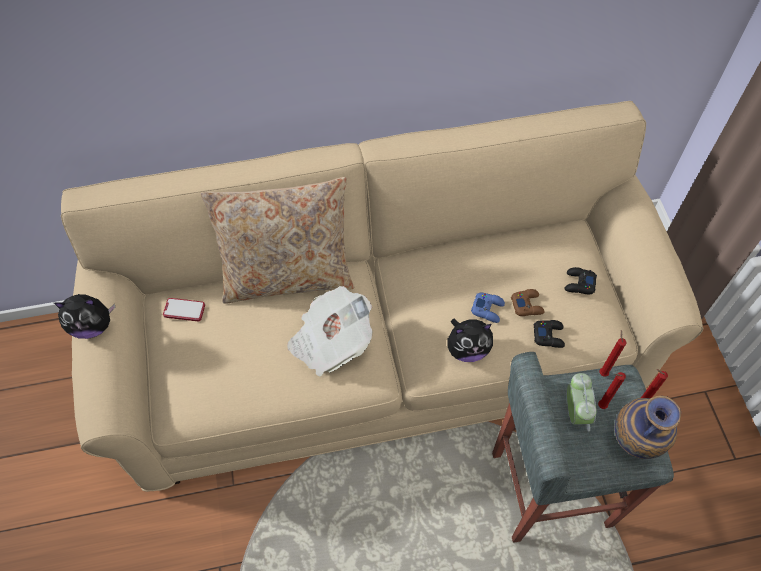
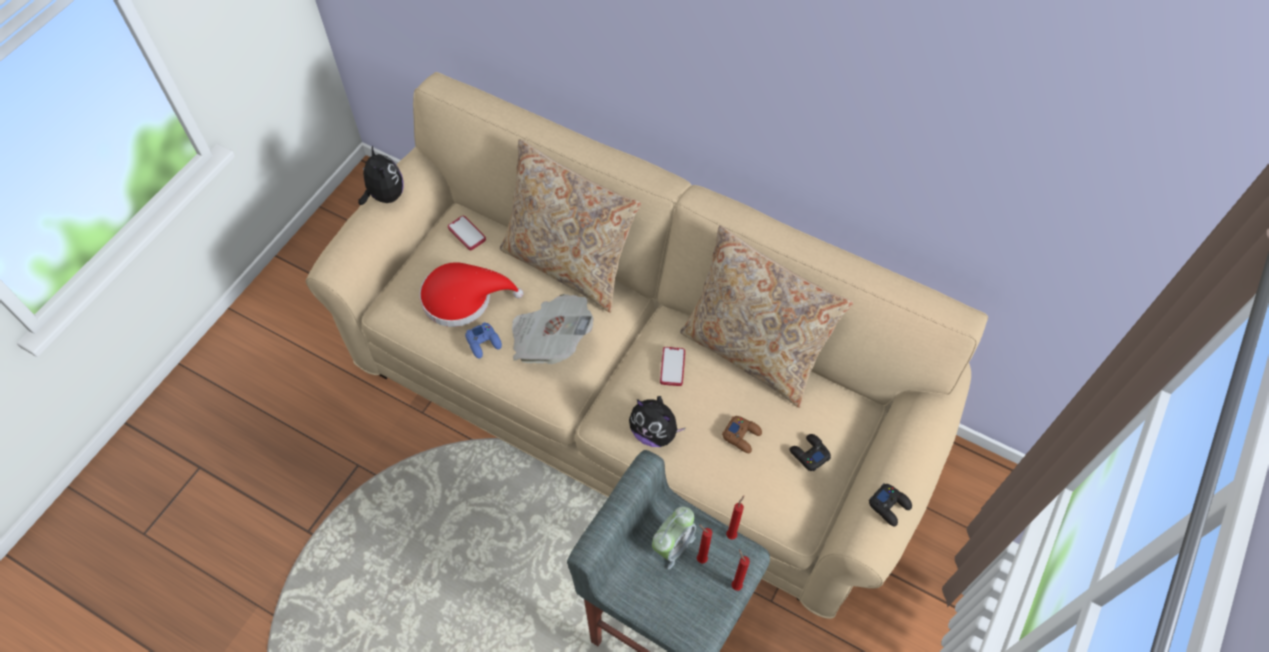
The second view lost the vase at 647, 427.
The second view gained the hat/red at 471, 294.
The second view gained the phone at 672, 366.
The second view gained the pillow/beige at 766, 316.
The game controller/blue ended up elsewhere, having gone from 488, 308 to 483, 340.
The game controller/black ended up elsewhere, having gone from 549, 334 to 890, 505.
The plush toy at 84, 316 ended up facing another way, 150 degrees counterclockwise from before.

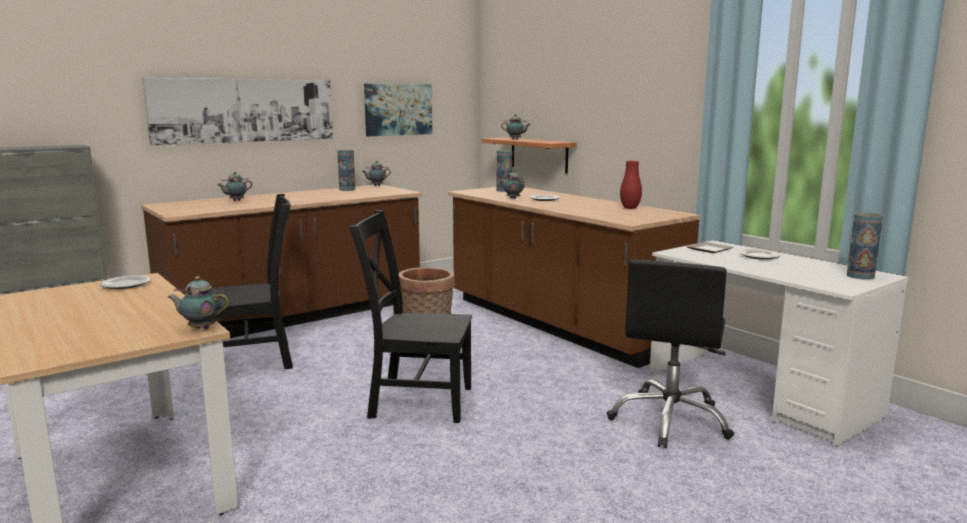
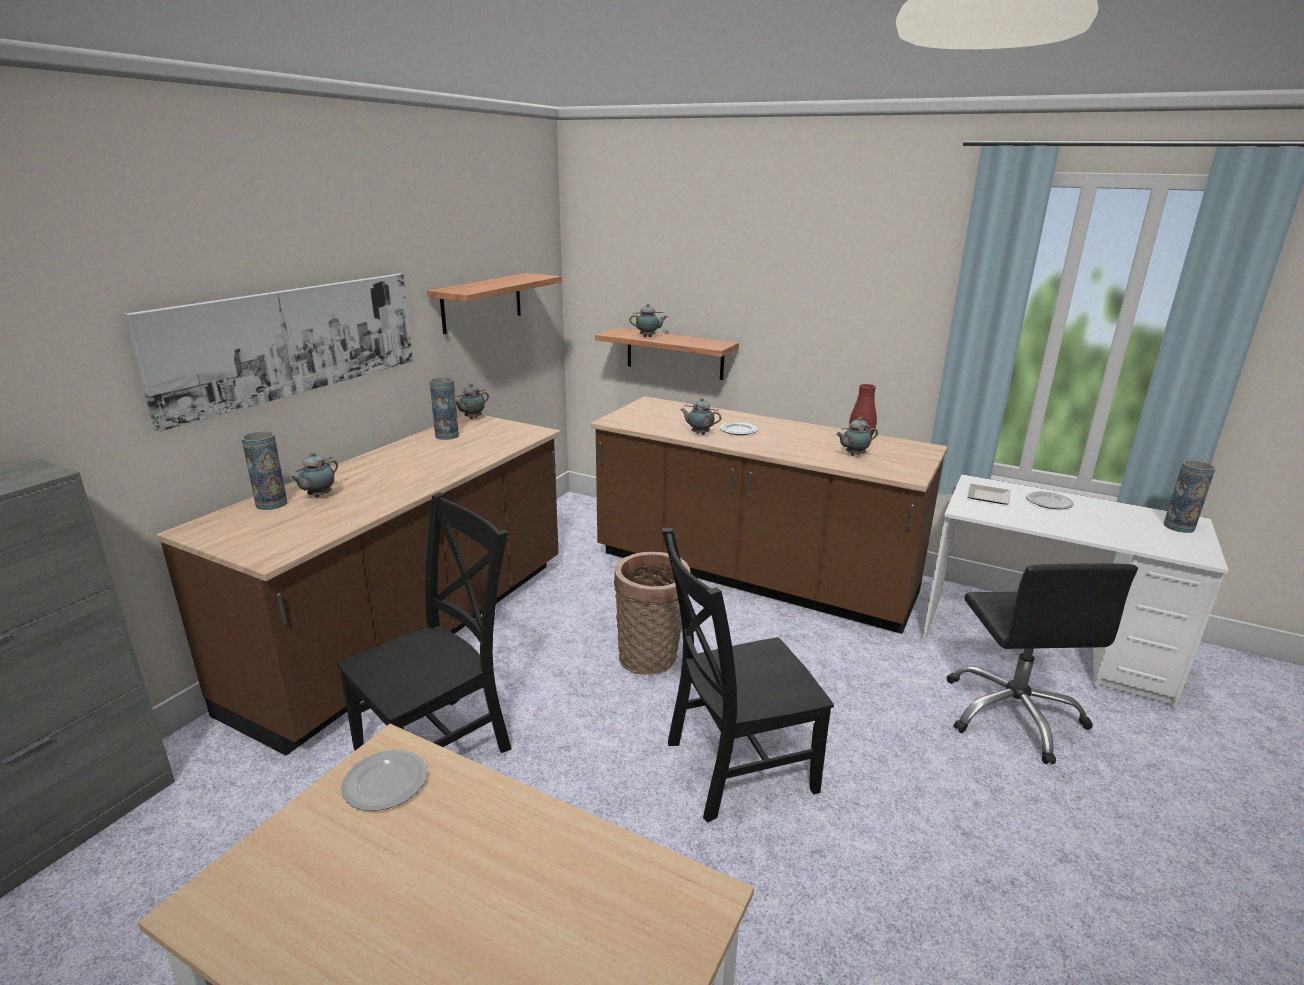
The teapot ended up elsewhere, having gone from 198, 302 to 857, 436.
The vase ended up elsewhere, having gone from 505, 171 to 264, 470.
Where the picture hung at 398, 110, the shelf came to hang at 494, 303.

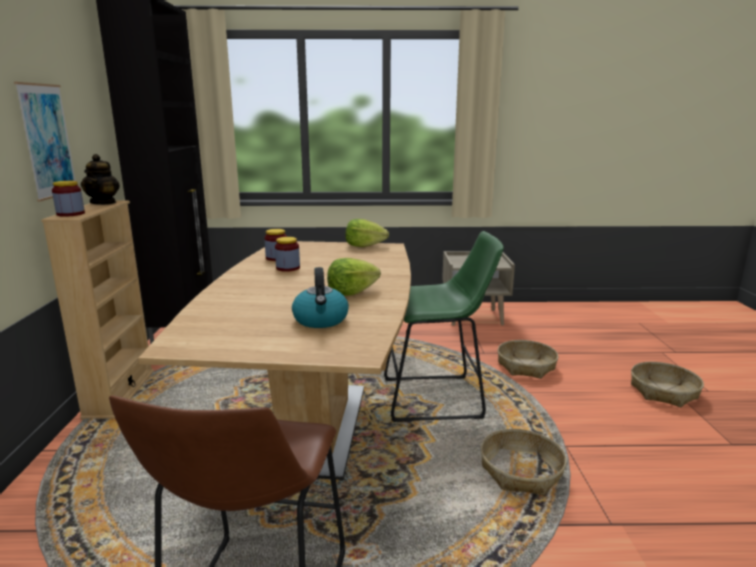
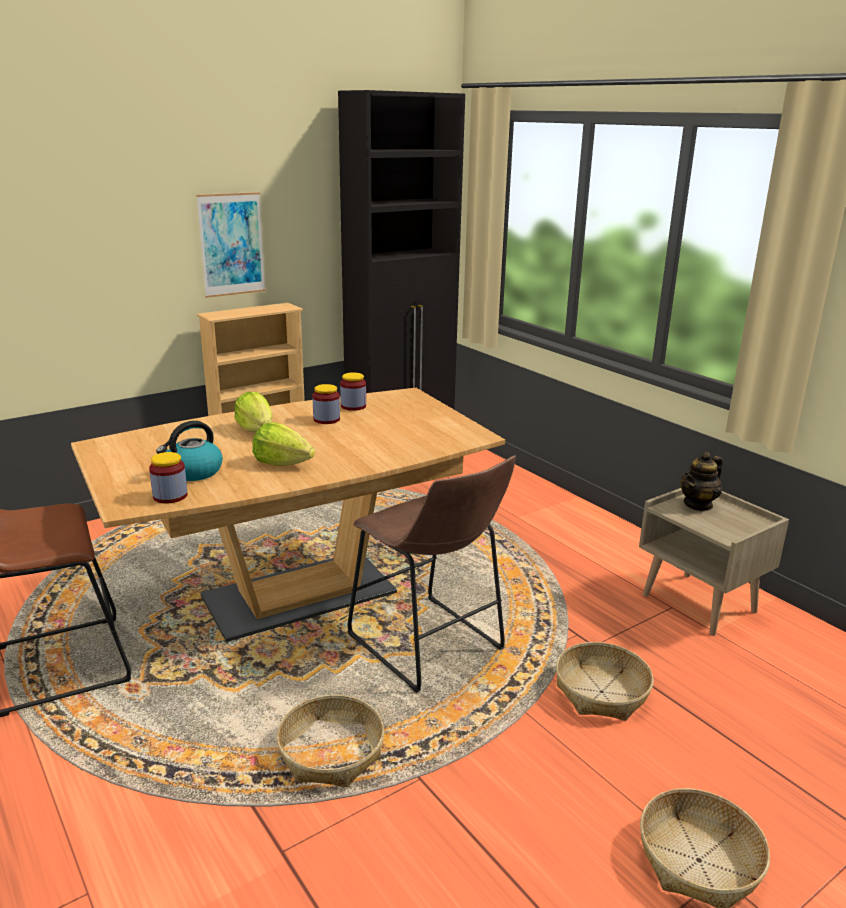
The jar ended up elsewhere, having gone from 68, 199 to 168, 477.
The teapot ended up elsewhere, having gone from 100, 179 to 701, 481.
The lettuce ended up elsewhere, having gone from 367, 233 to 253, 412.
What was the stool/green at 444, 326 turned into the stool/brown at 432, 574.

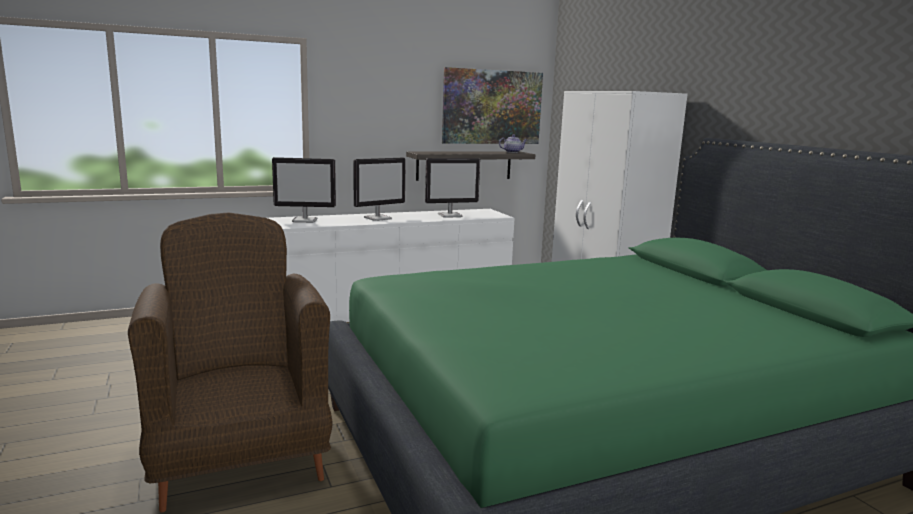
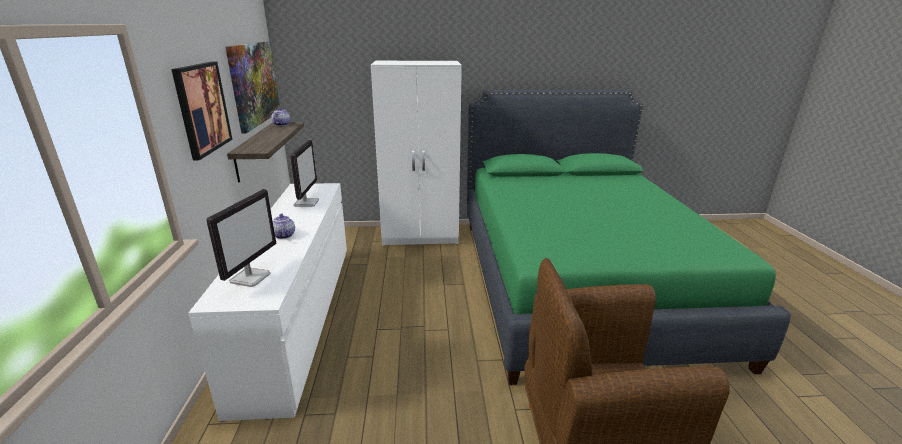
The second view gained the picture at 201, 111.
Where the monitor stood at 379, 189, the teapot came to stand at 284, 226.

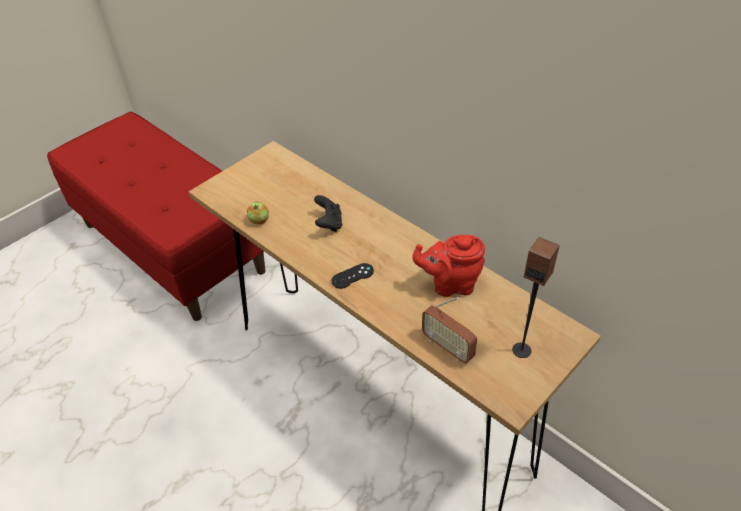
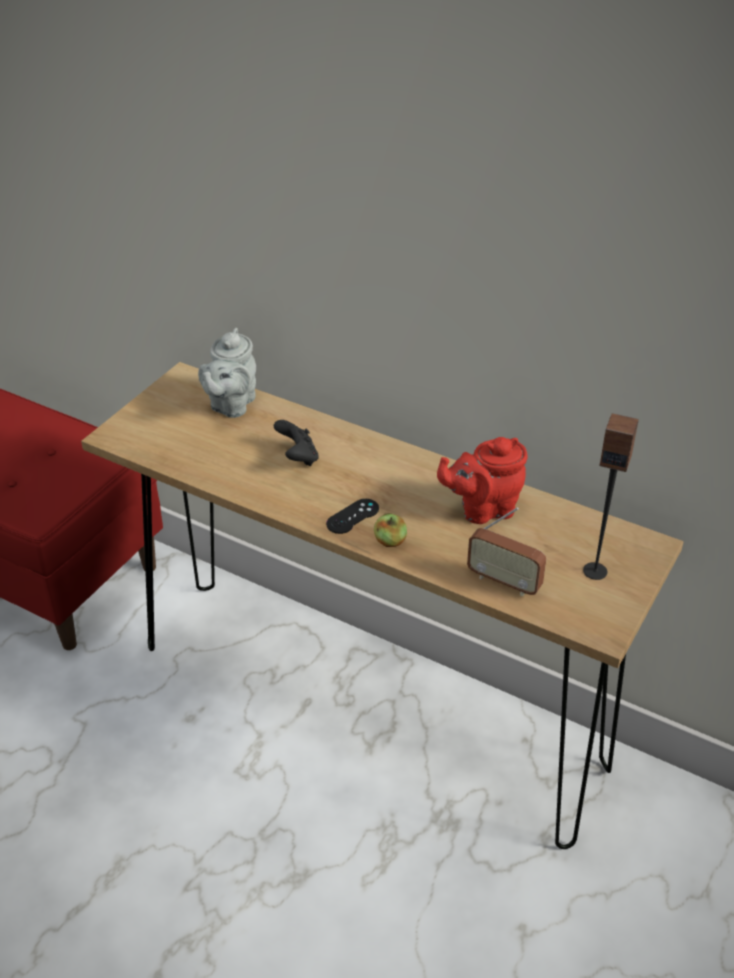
The second view gained the teapot/grey at 227, 373.
The apple ended up elsewhere, having gone from 258, 213 to 390, 530.

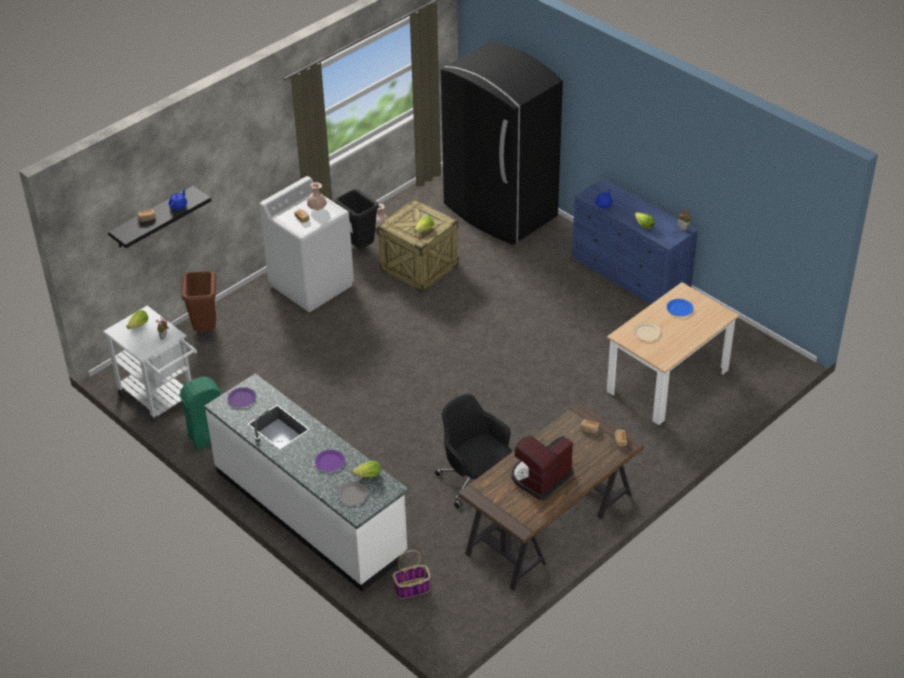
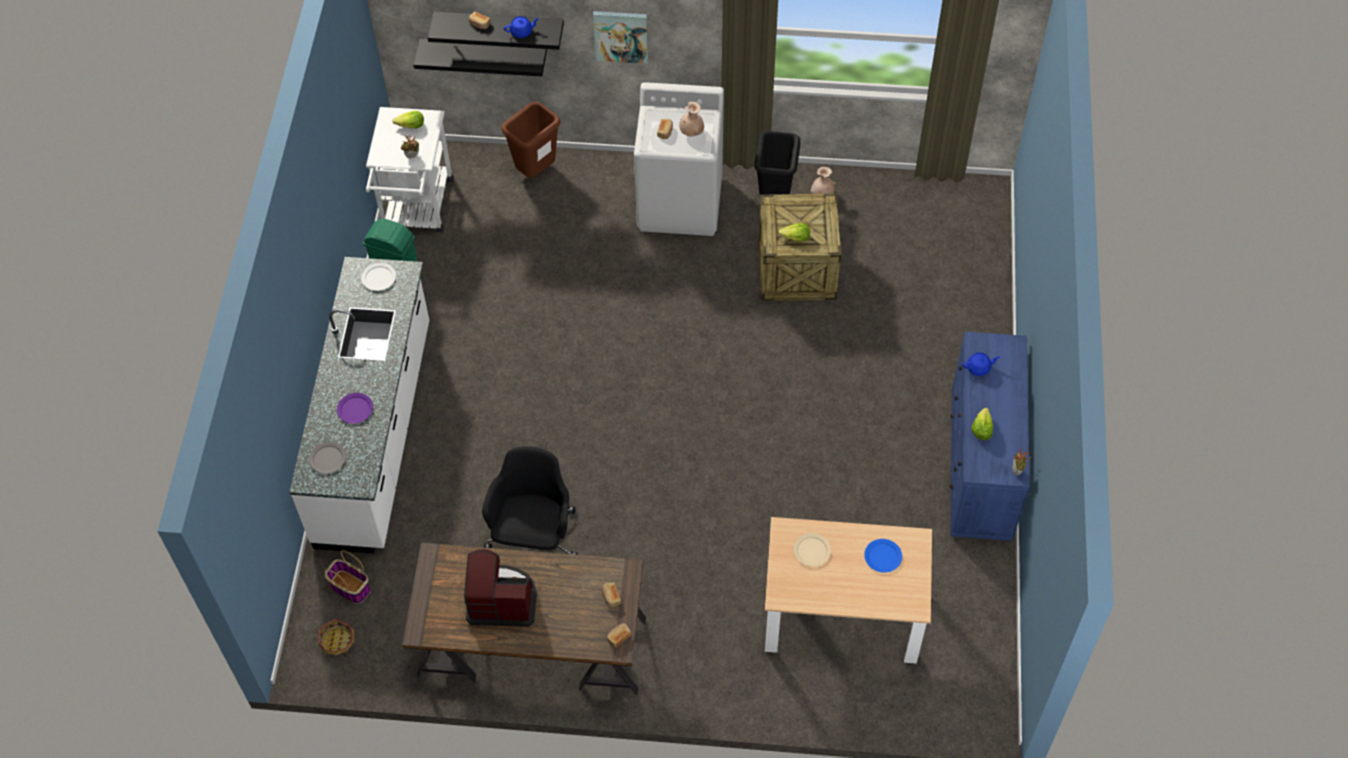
The second view lost the lettuce at 366, 469.
The second view lost the fridge/black at 502, 144.
The second view gained the basket at 336, 638.
The second view gained the shelf/black at 480, 58.
The second view gained the picture at 620, 37.
What was the plate/purple at 242, 397 turned into the plate/white at 378, 277.

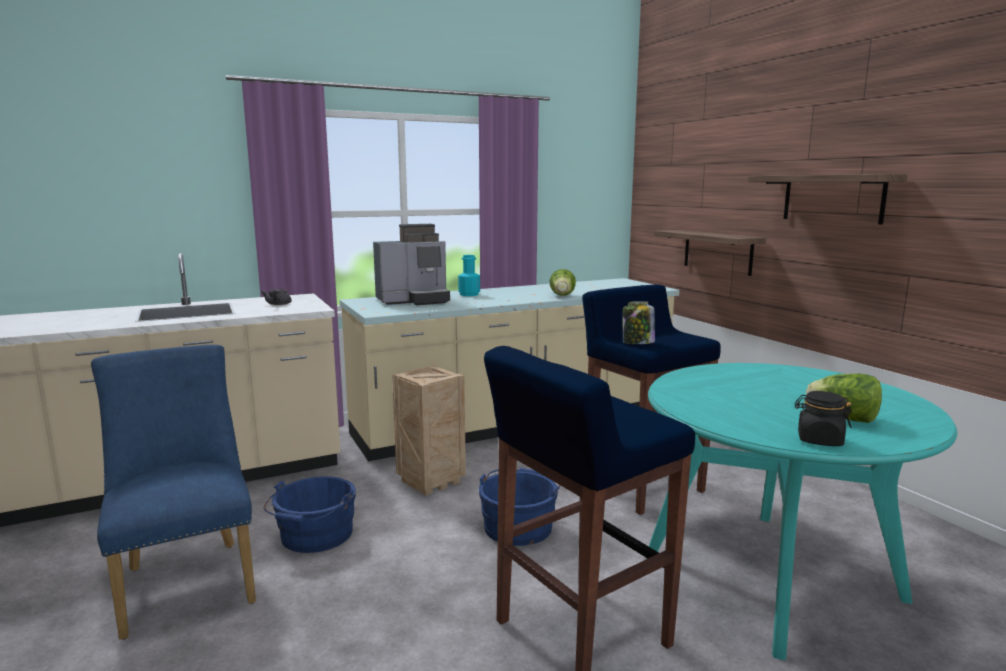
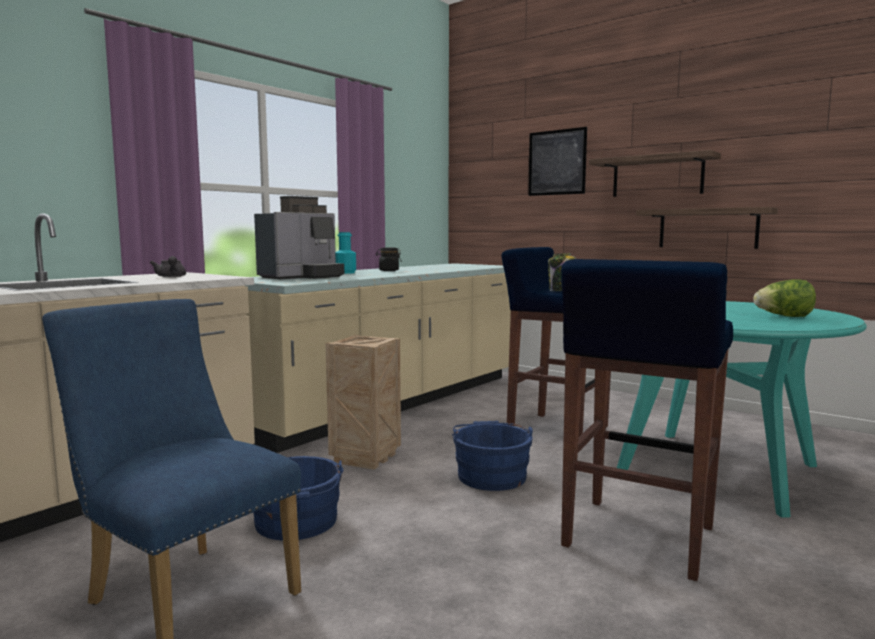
The second view lost the lettuce at 563, 282.
The second view gained the picture at 557, 161.
The shelf ended up elsewhere, having gone from 710, 253 to 707, 228.
The jar/black ended up elsewhere, having gone from 823, 418 to 389, 259.

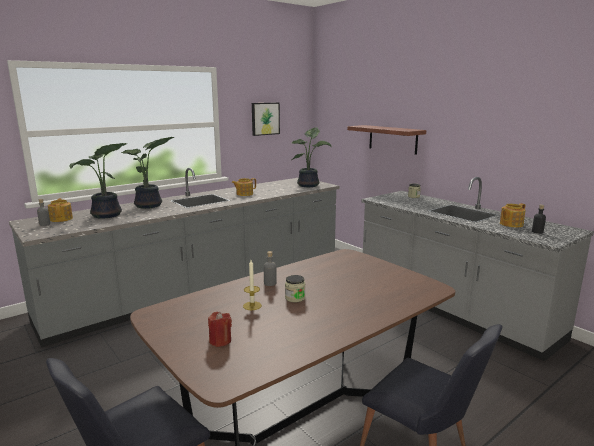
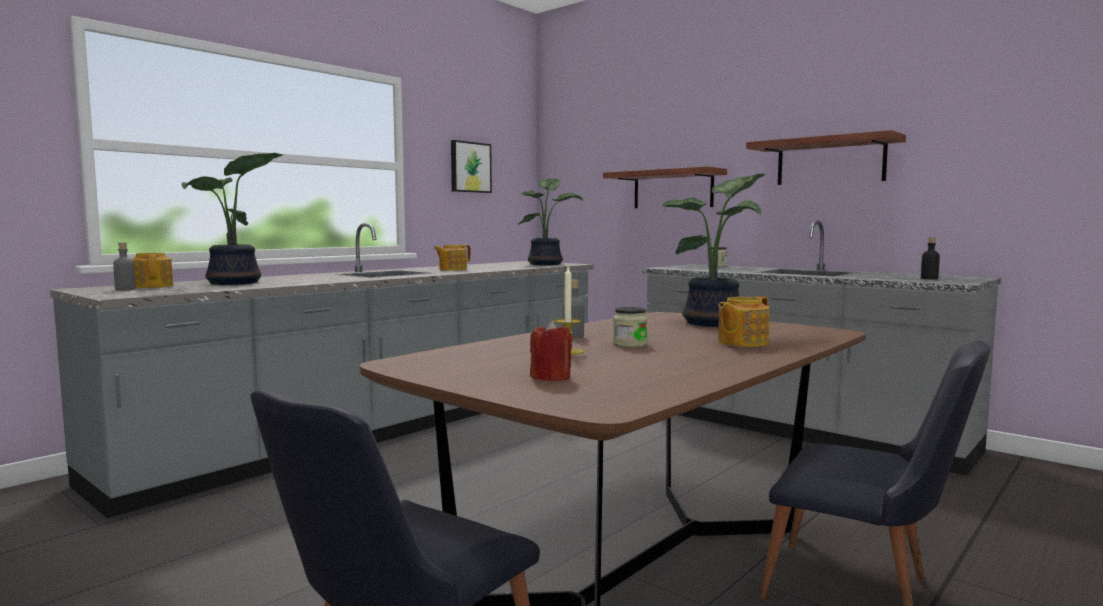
The second view gained the shelf at 826, 157.
The potted plant ended up elsewhere, having gone from 147, 173 to 712, 250.
The teapot ended up elsewhere, having gone from 512, 215 to 744, 321.

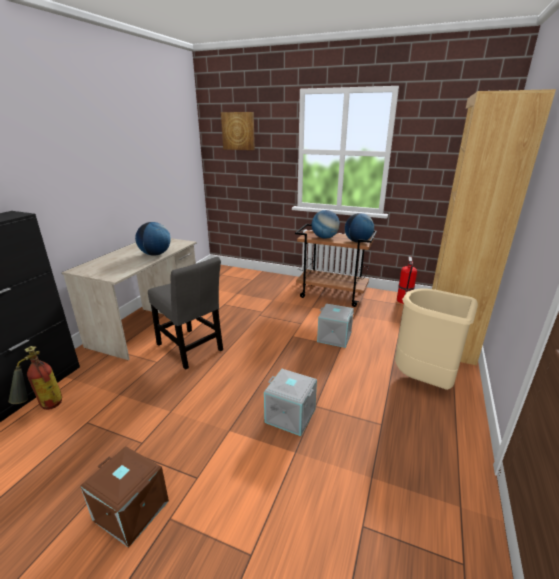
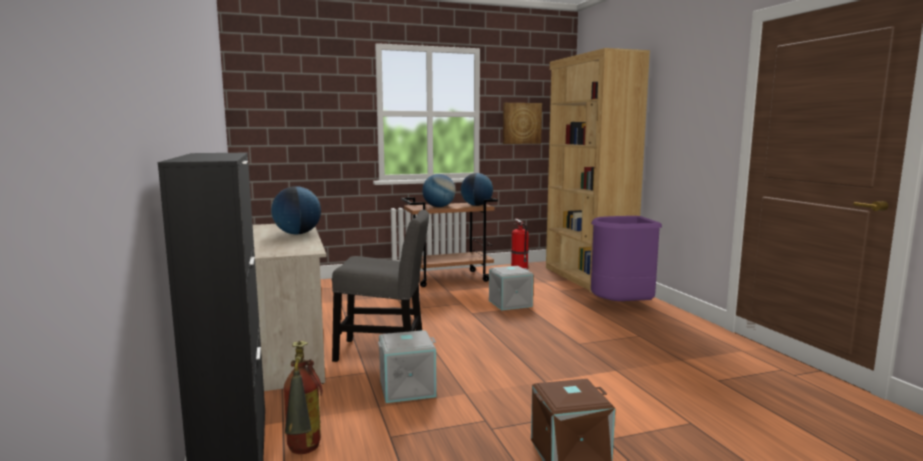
The picture ended up elsewhere, having gone from 238, 131 to 522, 123.
The storage box/grey ended up elsewhere, having gone from 290, 402 to 407, 366.
What was the trash can/beige at 436, 339 turned into the trash can/purple at 626, 258.

